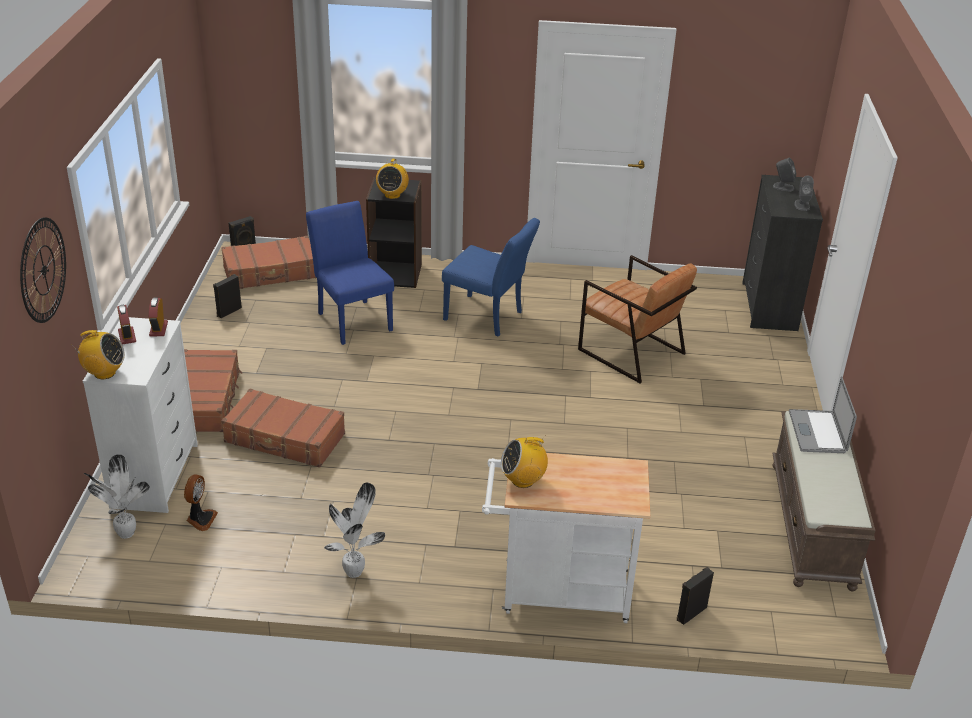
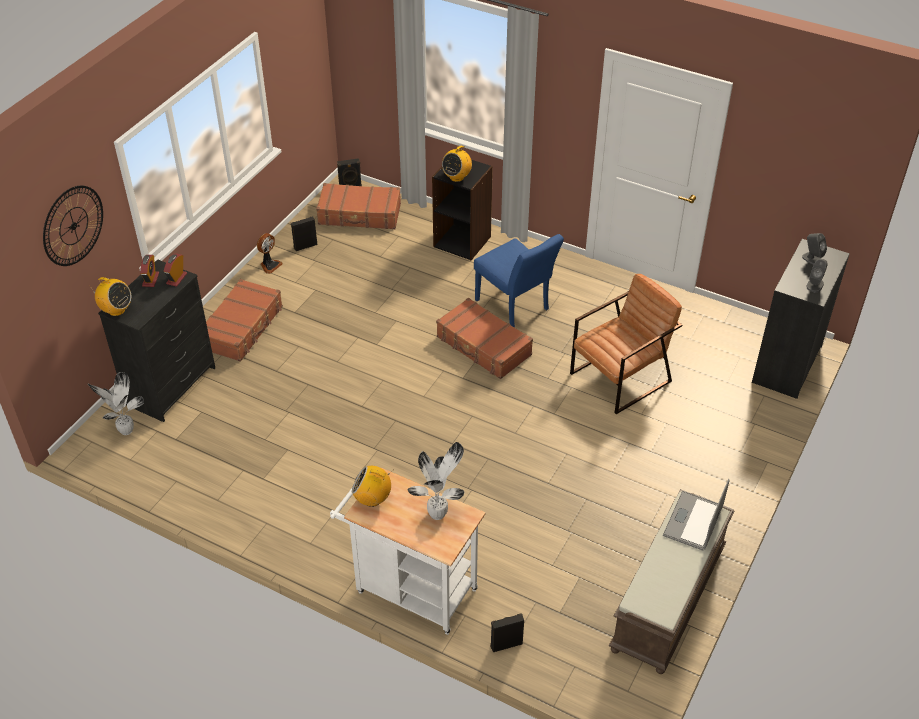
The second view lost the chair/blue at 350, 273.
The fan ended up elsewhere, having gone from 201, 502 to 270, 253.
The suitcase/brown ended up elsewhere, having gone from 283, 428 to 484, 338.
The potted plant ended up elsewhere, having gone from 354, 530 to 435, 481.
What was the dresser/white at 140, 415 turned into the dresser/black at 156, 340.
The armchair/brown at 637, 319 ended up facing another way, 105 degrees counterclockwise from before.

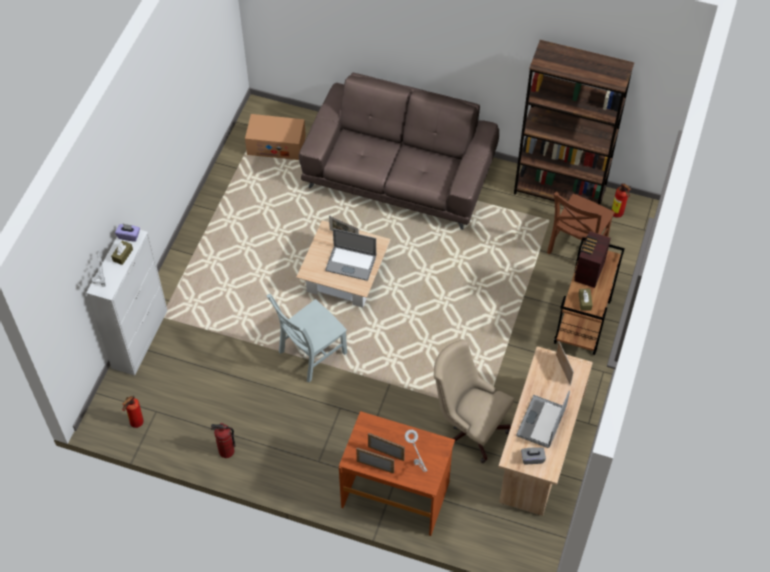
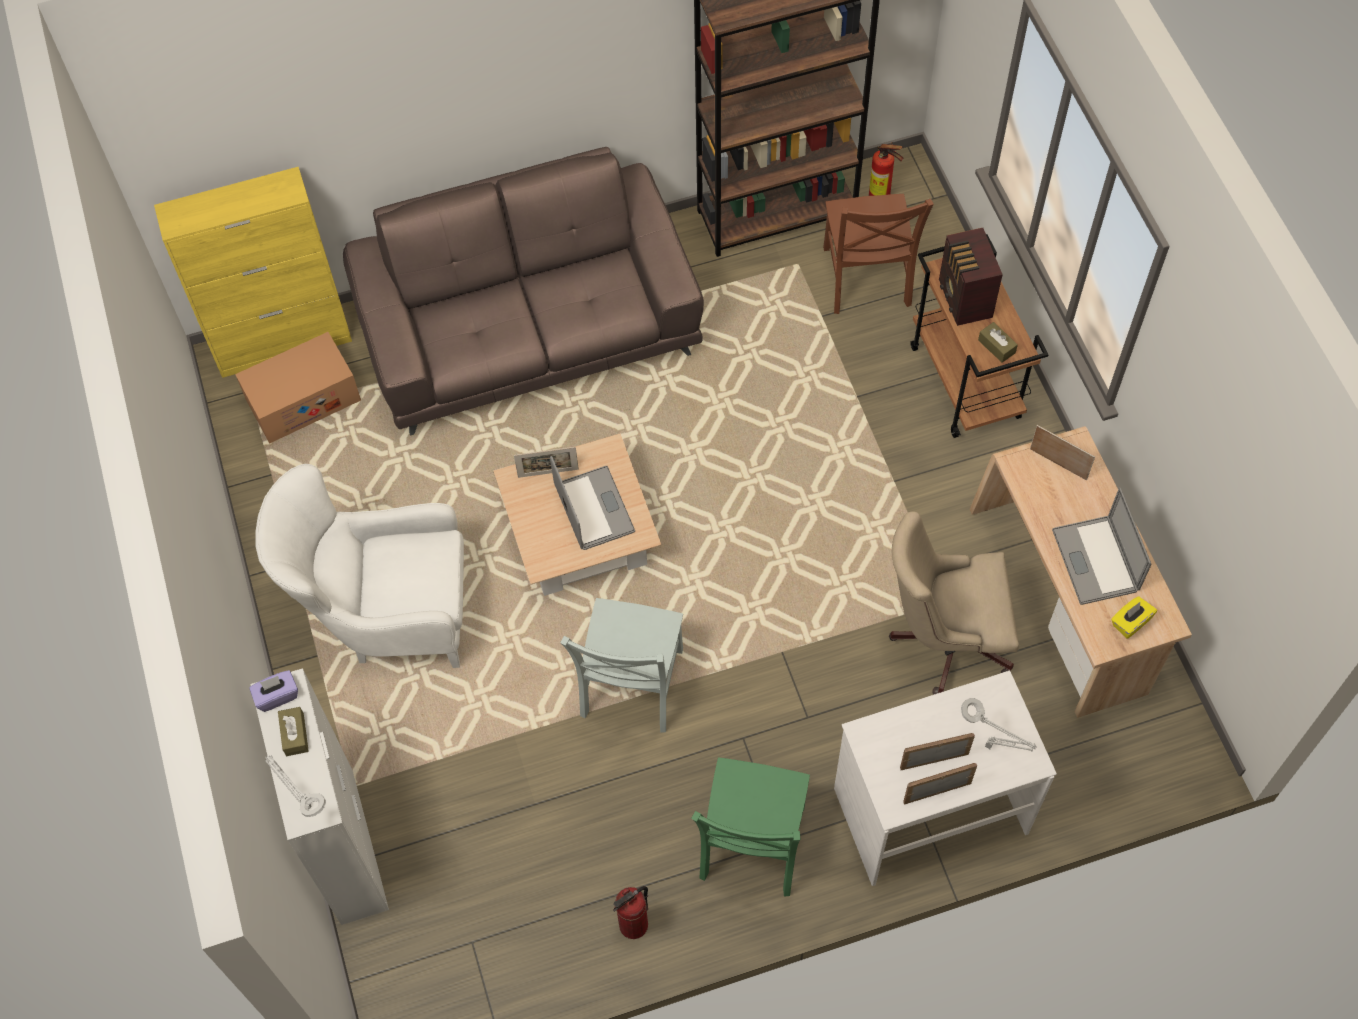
The second view lost the fire extinguisher at 132, 412.
The second view gained the cabinet/yellow at 253, 272.
The second view gained the armchair/white at 359, 566.
The second view gained the chair/green at 750, 826.
What was the desk/brown at 397, 473 turned into the desk/white at 945, 778.
What was the tissue box/grey at 533, 455 turned into the tissue box/yellow at 1134, 617.
The laptop at 350, 254 ended up facing another way, 90 degrees counterclockwise from before.

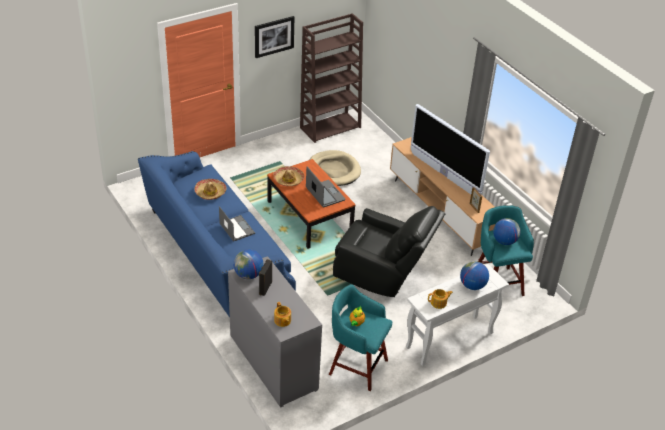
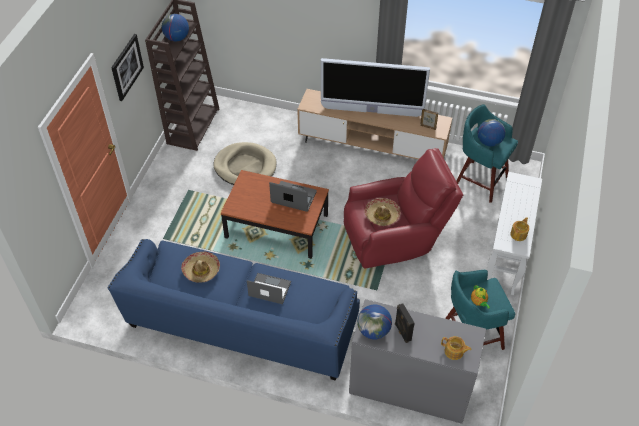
The hat ended up elsewhere, having gone from 288, 176 to 382, 212.
The globe ended up elsewhere, having gone from 474, 275 to 175, 27.
What was the armchair/black at 389, 251 turned into the armchair/red at 403, 208.

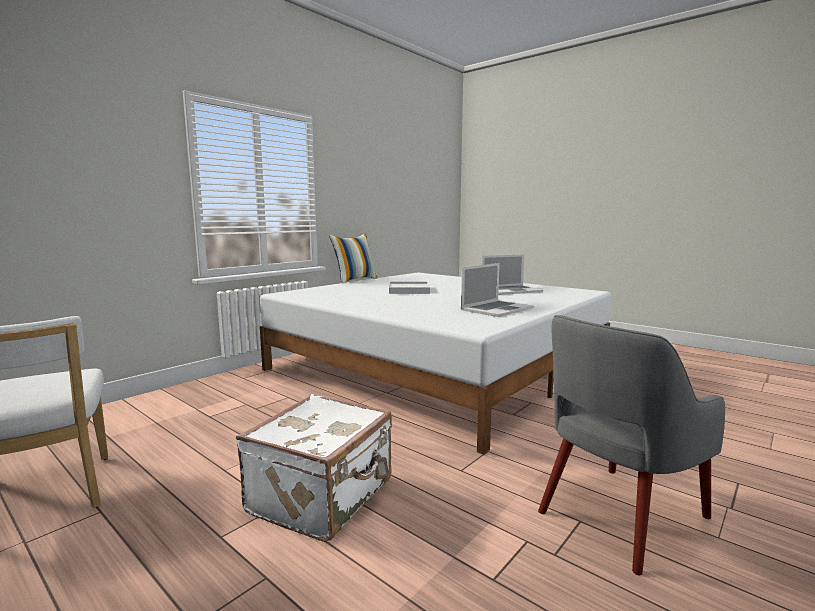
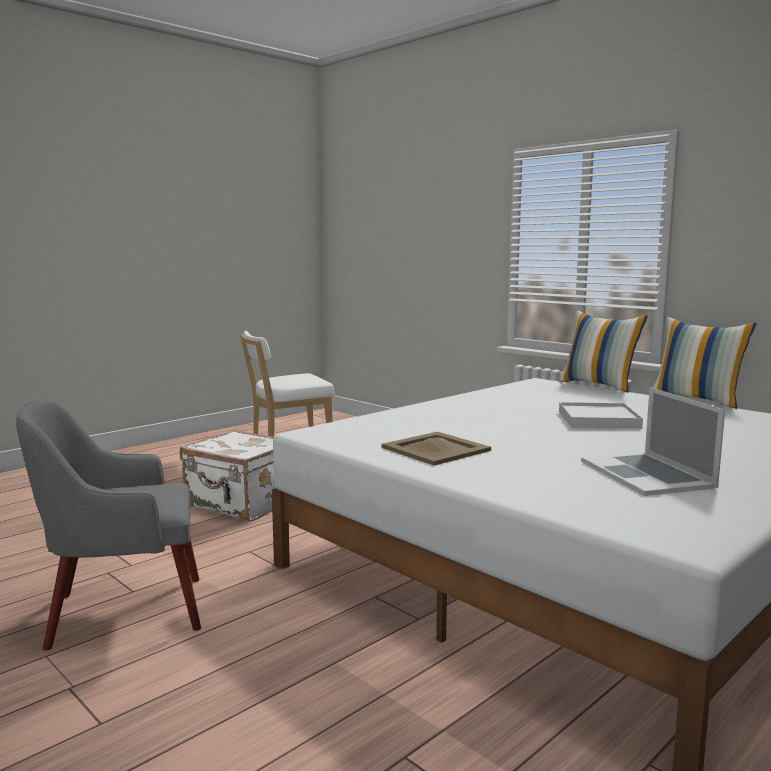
The second view gained the pillow at 603, 352.
Where the laptop stood at 497, 290, the tray/beige came to stand at 436, 449.
The armchair/grey at 631, 445 ended up facing another way, 75 degrees counterclockwise from before.

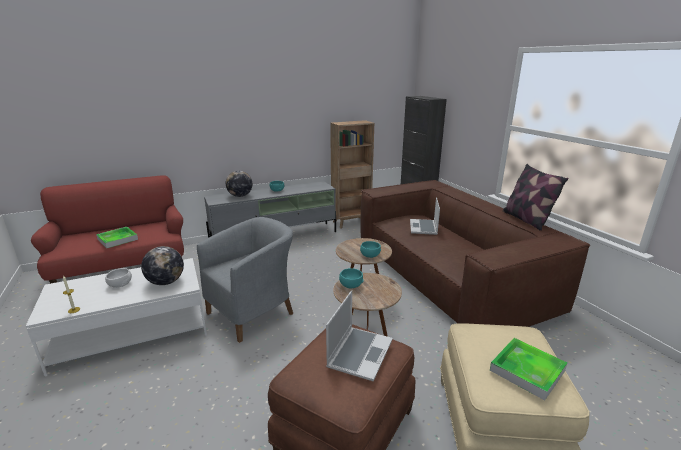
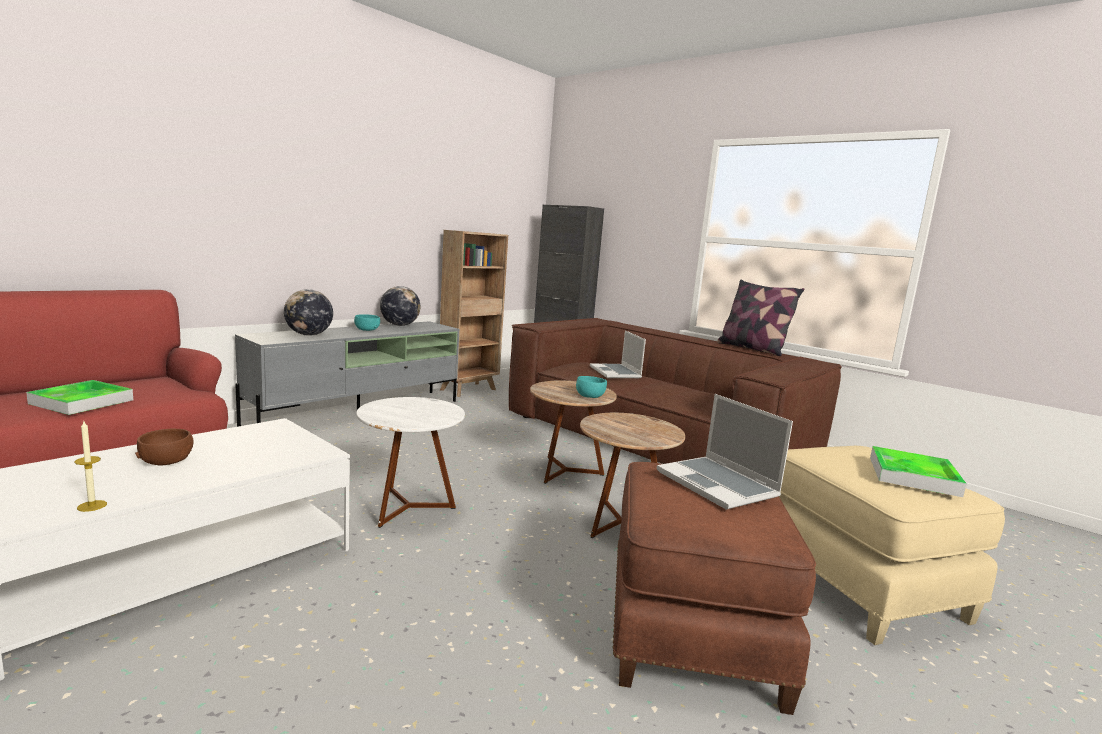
The second view lost the bowl/turquoise at 351, 278.
The globe ended up elsewhere, having gone from 162, 265 to 400, 306.
Where the armchair/grey stood at 245, 280, the side table/white came to stand at 410, 462.
What was the bowl/white at 118, 278 turned into the bowl/brown at 164, 447.
The laptop at 359, 336 ended up facing another way, 150 degrees clockwise from before.

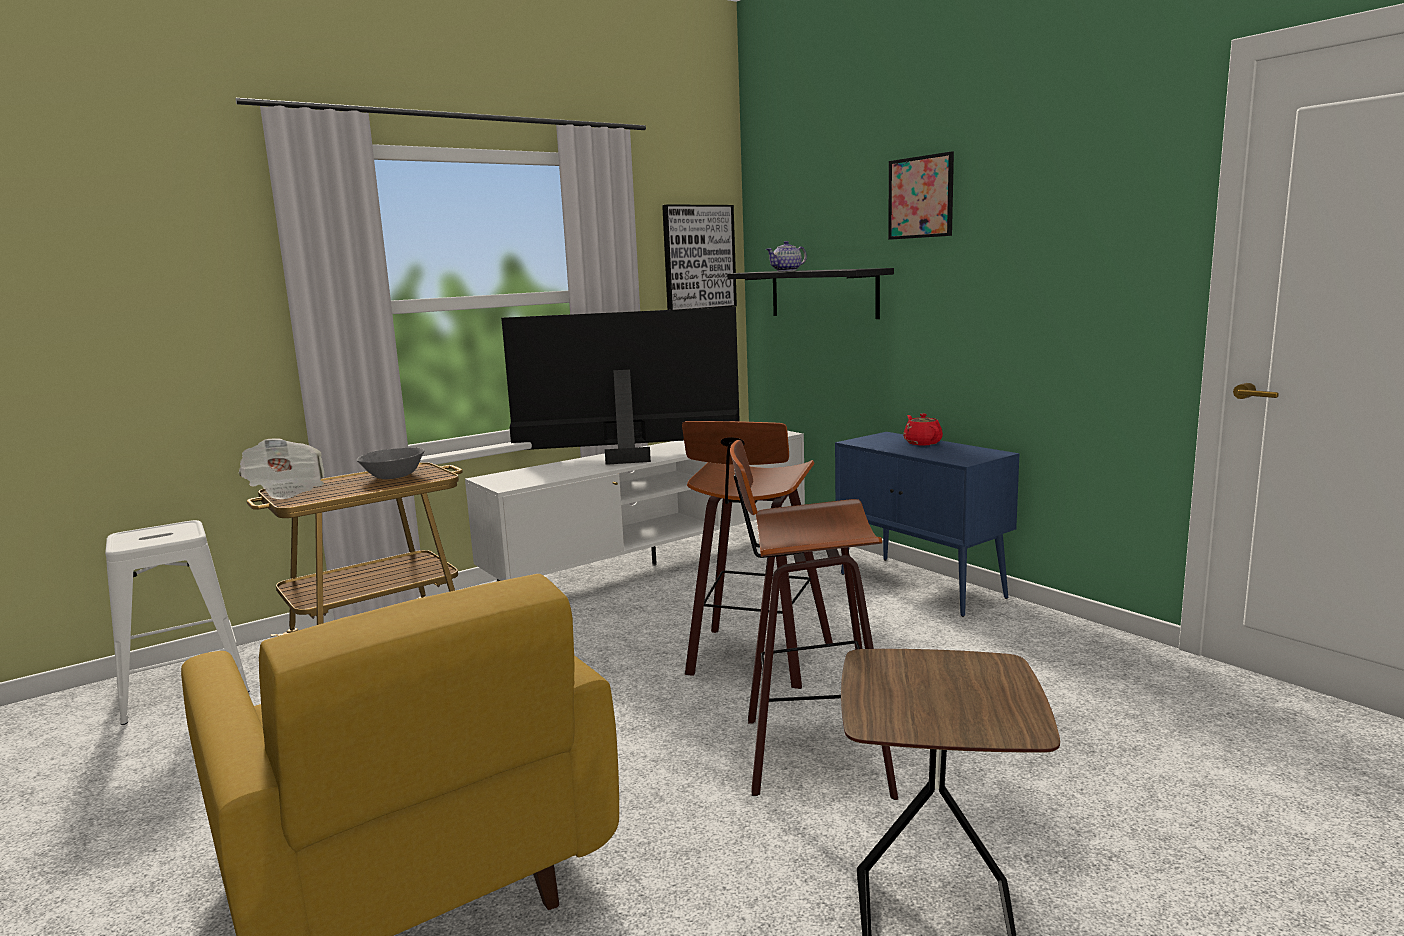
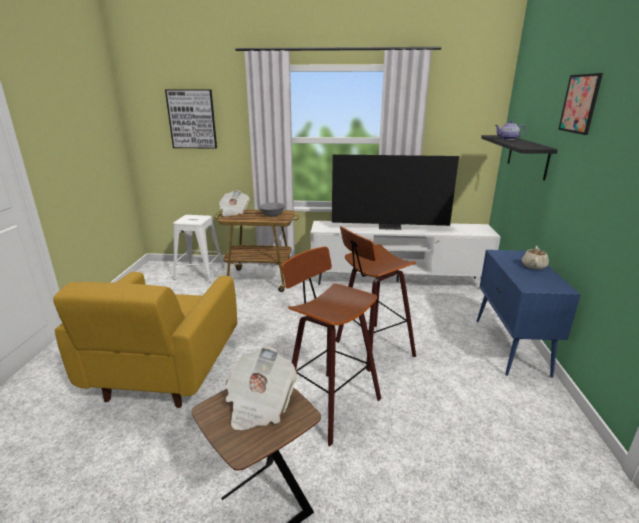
The second view gained the newspaper at 261, 388.
The picture ended up elsewhere, having gone from 699, 257 to 191, 119.
What was the teapot/red at 923, 429 turned into the teapot/beige at 535, 257.
The television at 620, 386 ended up facing another way, 150 degrees clockwise from before.

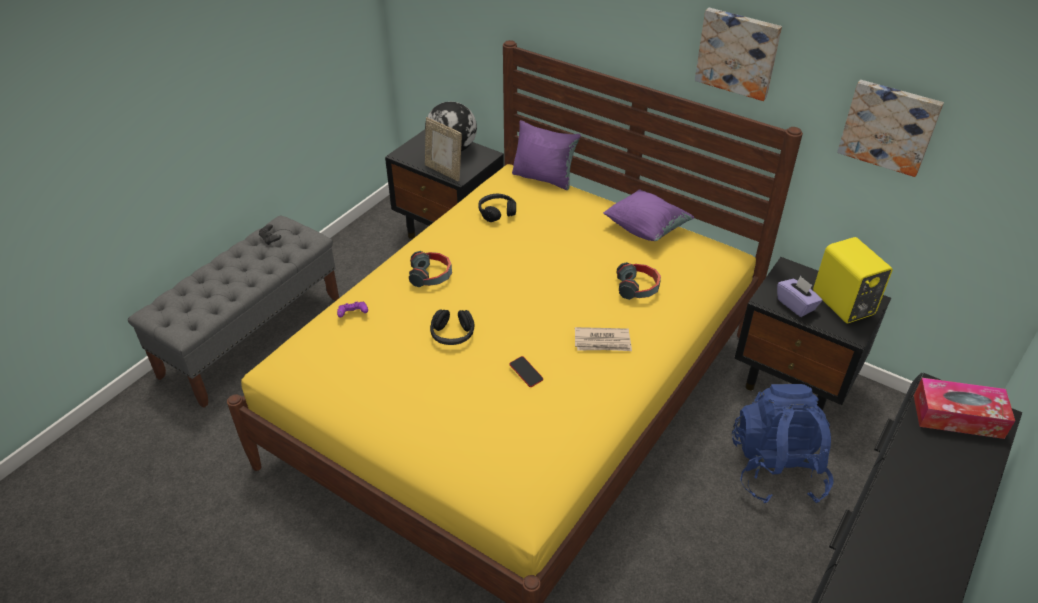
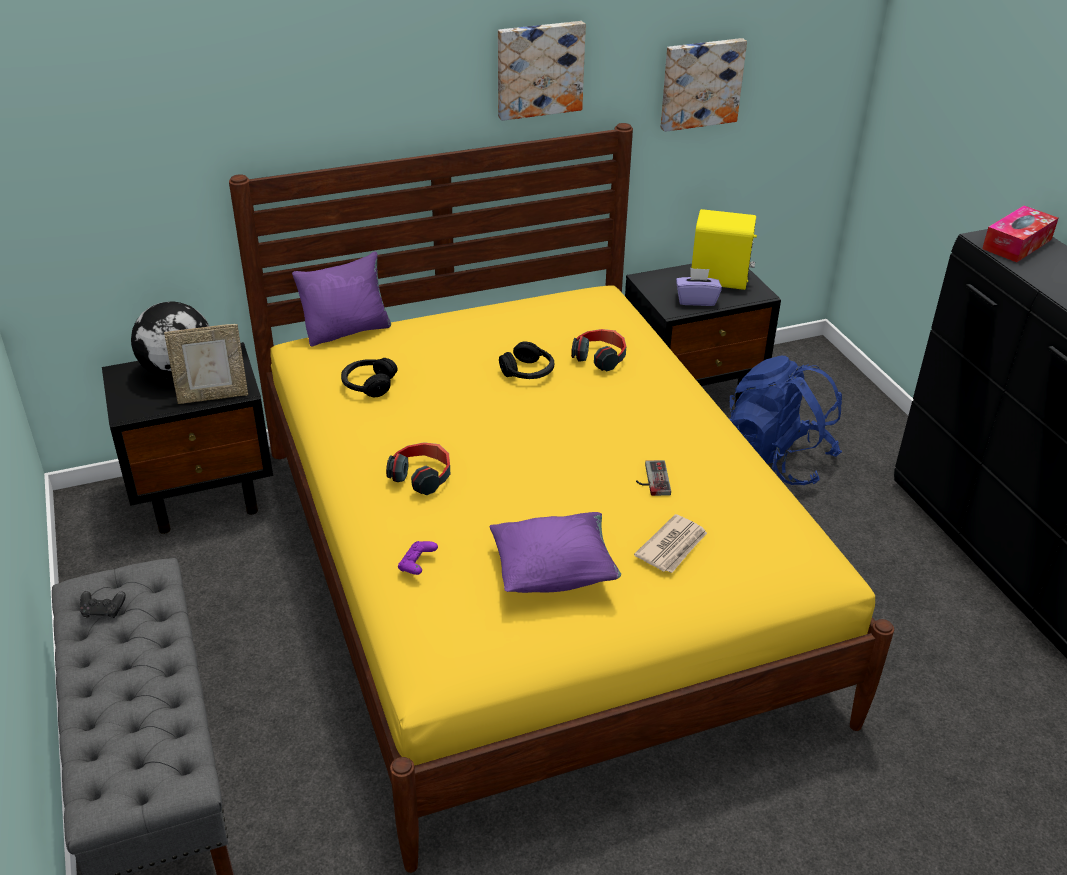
The headphones/black ended up elsewhere, having gone from 452, 327 to 526, 360.
The newspaper ended up elsewhere, having gone from 603, 339 to 670, 543.
The pillow/purple ended up elsewhere, having gone from 648, 215 to 555, 552.
Where the phone stood at 526, 371, the game controller came to stand at 653, 478.

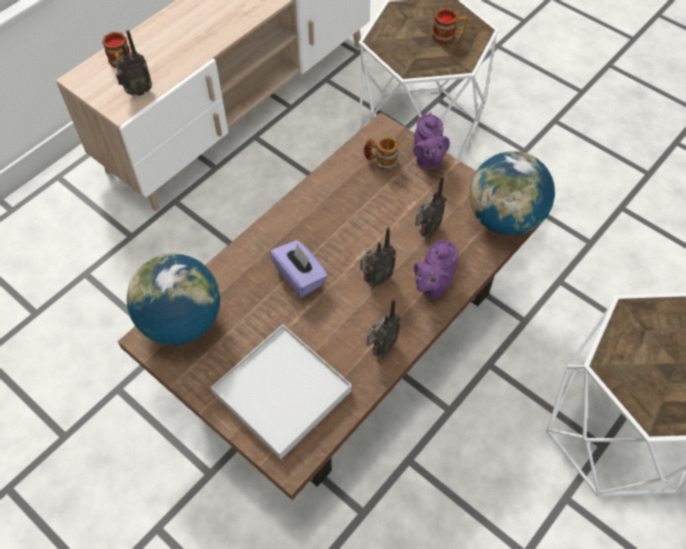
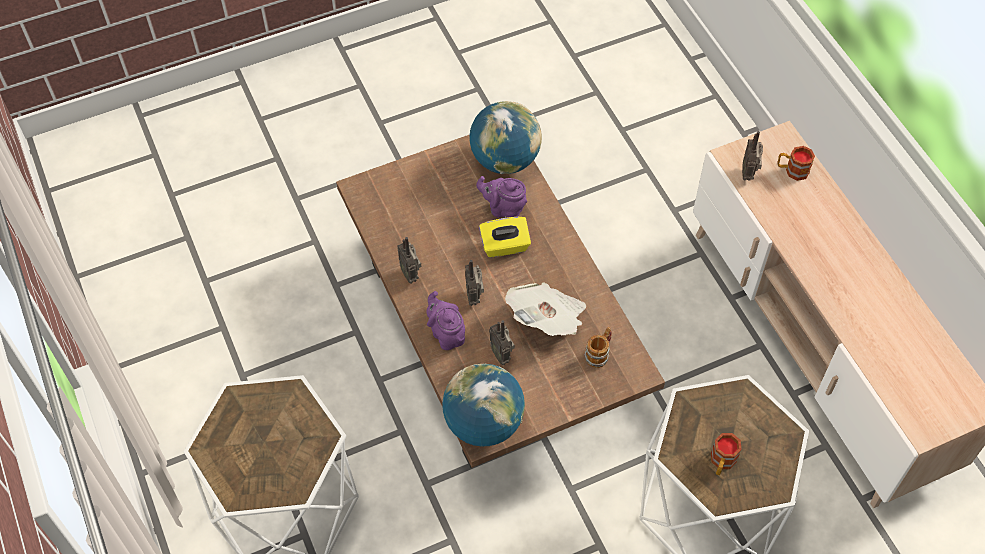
The second view lost the tray/white at 281, 391.
The second view gained the newspaper at 546, 309.
The teapot/purple ended up elsewhere, having gone from 431, 140 to 501, 197.
What was the tissue box/purple at 299, 269 turned into the tissue box/yellow at 505, 237.

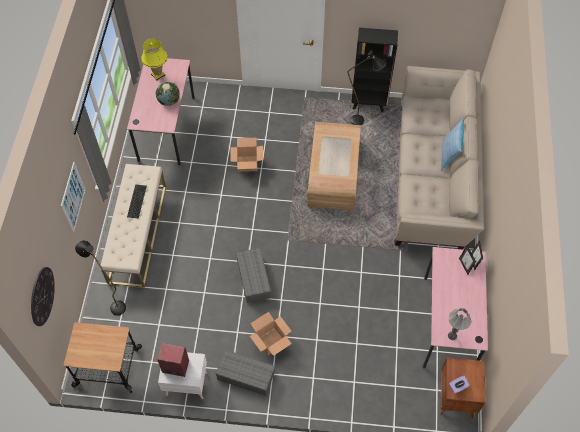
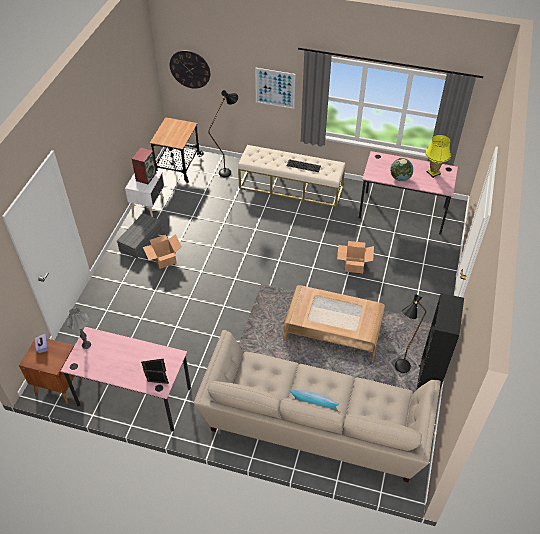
The second view lost the storage box/grey at 253, 275.

